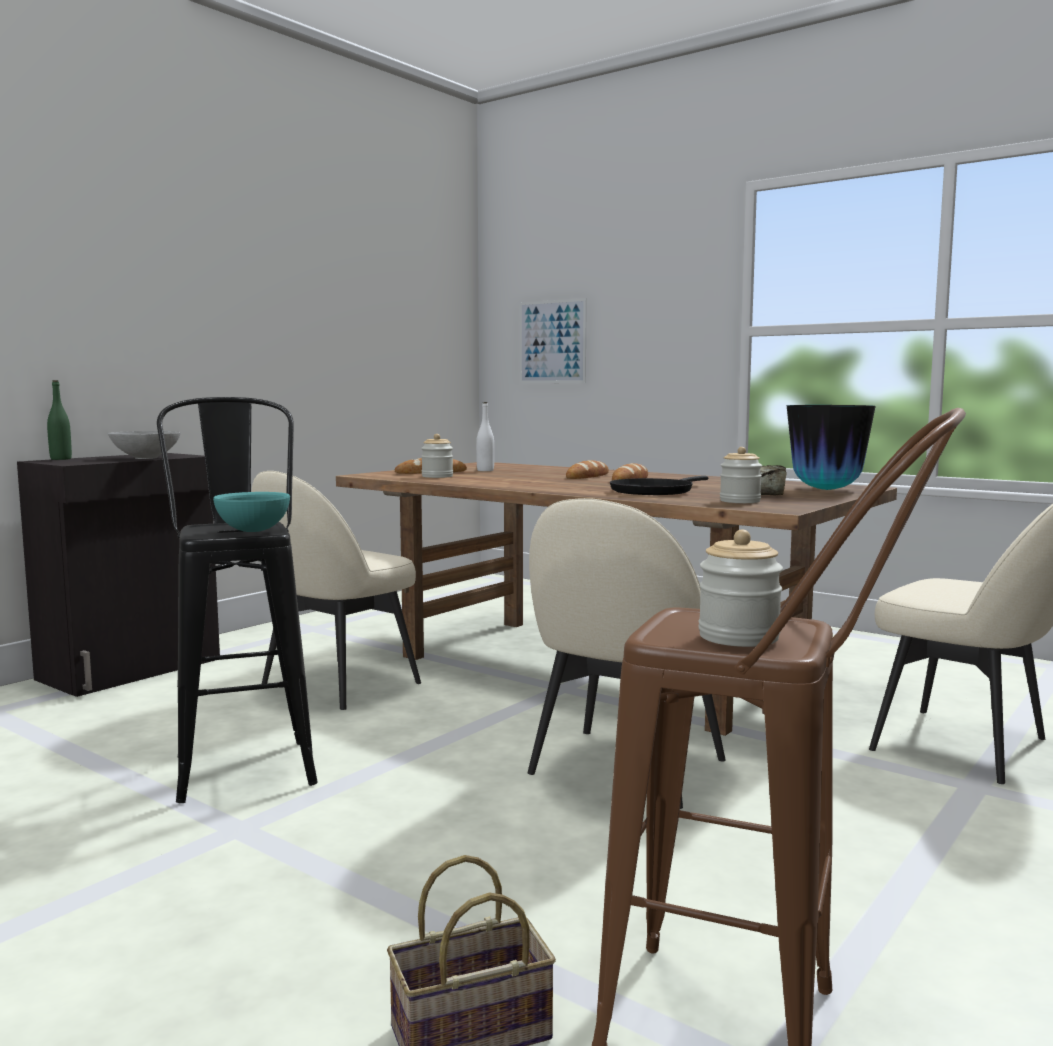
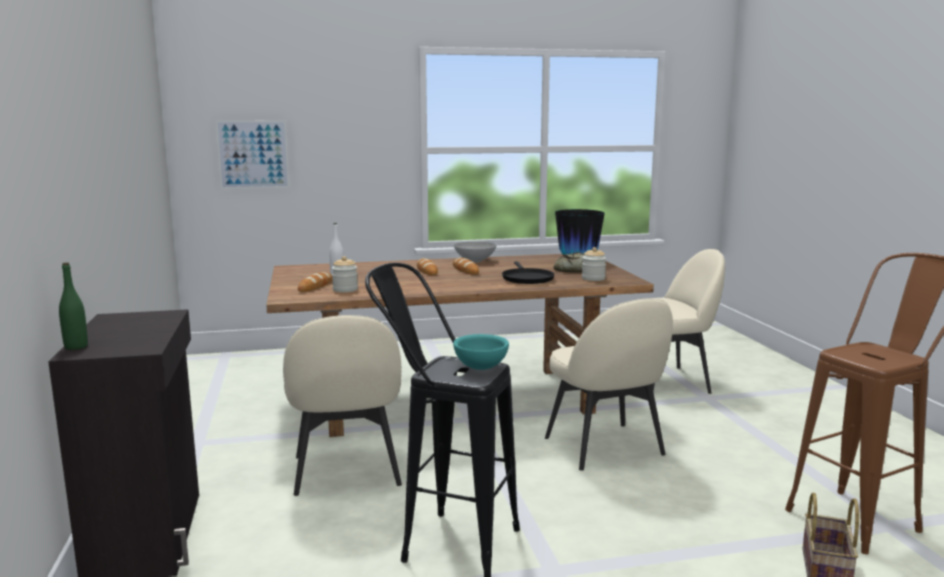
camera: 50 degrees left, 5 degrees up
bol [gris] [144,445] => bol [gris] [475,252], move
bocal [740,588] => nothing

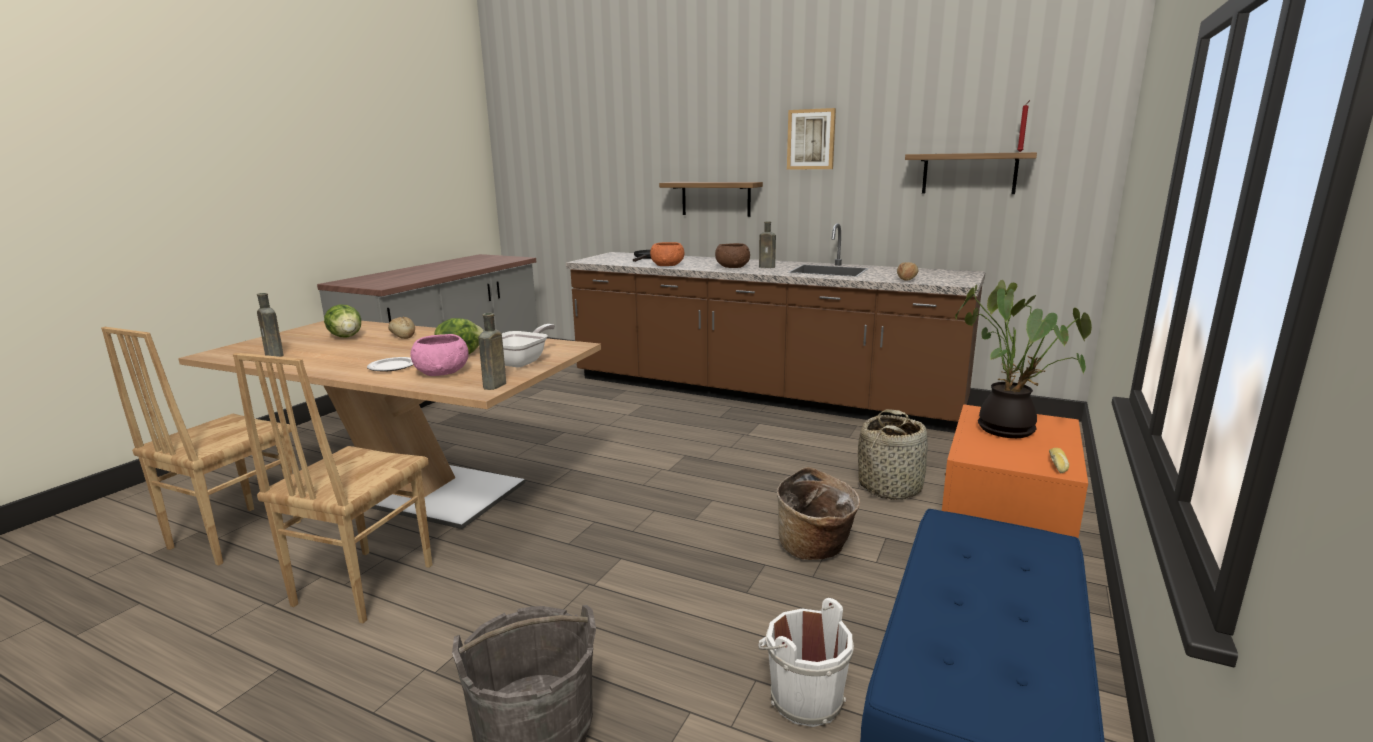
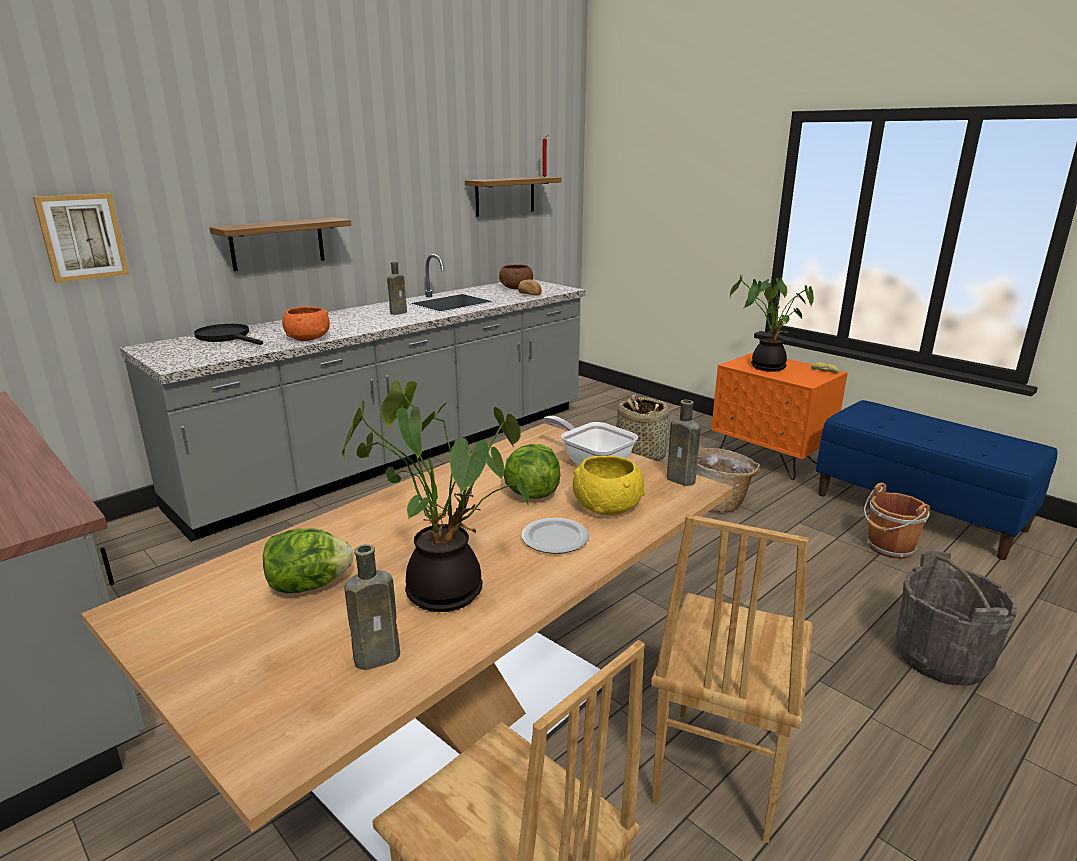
camera: 70 degrees left, 5 degrees up
tableau [811,139] => tableau [81,238], move
comptoir de cuisine [marron] [776,328] => comptoir de cuisine [gris] [352,398]
bol [marron] [732,255] => bol [marron] [516,276], move
pain [401,328] => nothing
bol [rose] [439,355] => bol [jaune] [609,486]
chaise [marron] [332,488] => chaise [marron] [732,678], 75 degrees clockwise
seau [blanc] [806,662] => seau [marron] [897,521]
nothing => plante en pot [435,496]

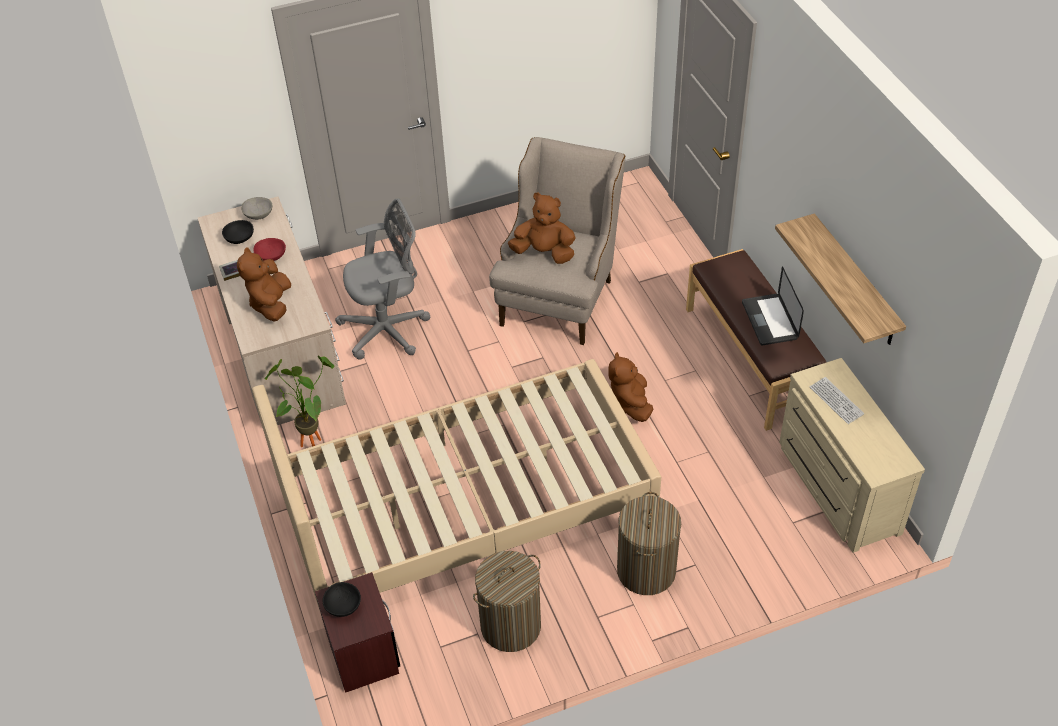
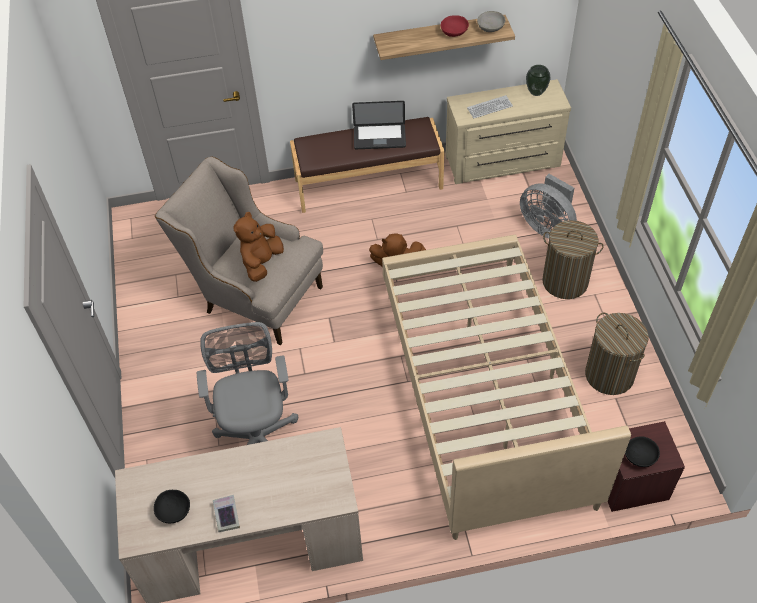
camera: 80 degrees left, 5 degrees up
bol [gris] [256,208] => bol [gris] [491,21], move
bol [rouge] [269,249] => bol [rouge] [455,26], move
peluche [marron] [264,284] => nothing
plante en pot [299,401] => nothing
nothing => vase [538,80]
nothing => ventilateur [gris] [548,206]

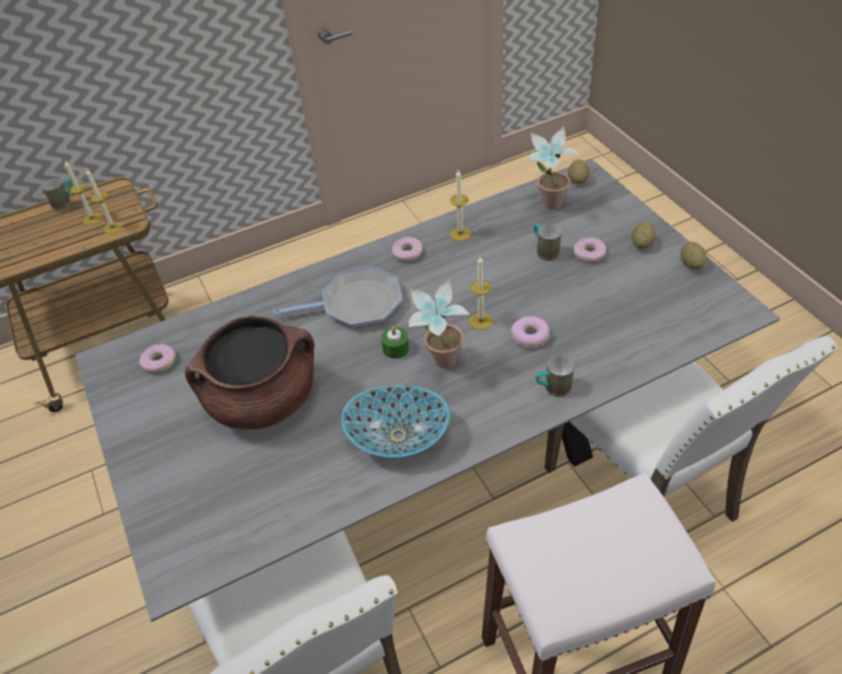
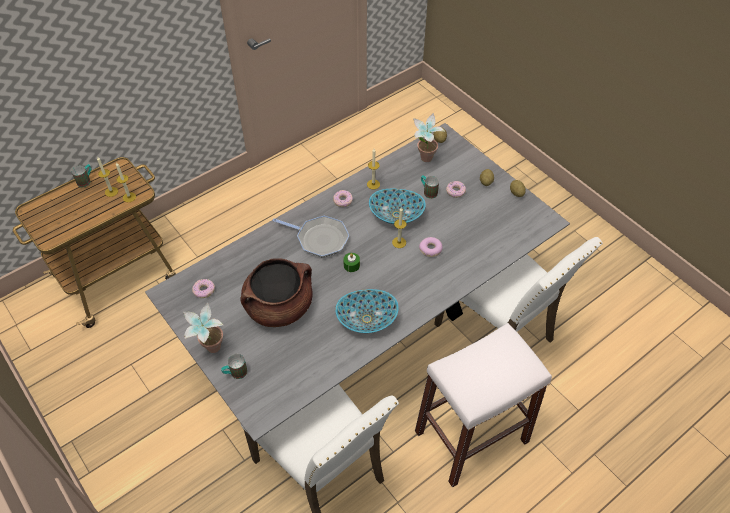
camera: 15 degrees left, 5 degrees up
poêle [338,297] => poêle [311,237], 45 degrees clockwise
plante en pot [439,323] => plante en pot [203,327], move
mug [554,376] => mug [234,366], move
nothing => bol [397,206]

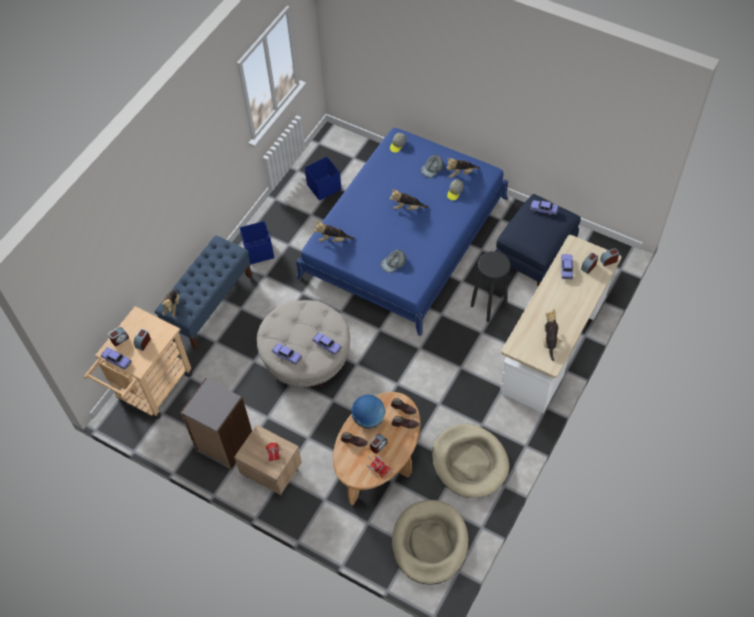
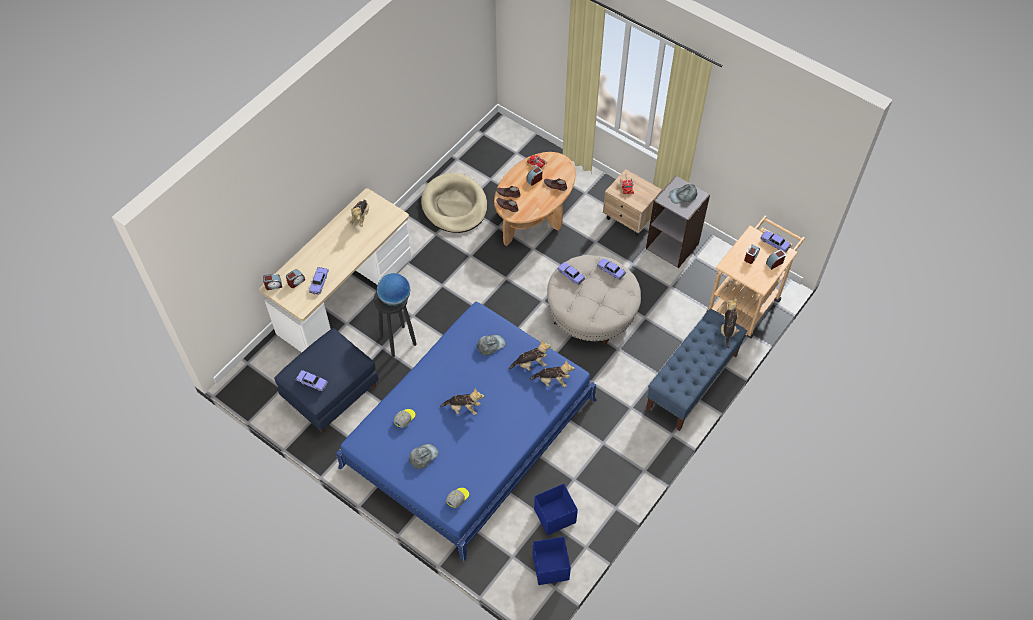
camera: 175 degrees left, 0 degrees up
peluche [463,168] => peluche [530,355], move
boîte de rangement [bleu] [257,243] => boîte de rangement [bleu] [552,561], move
globe [368,412] => globe [393,290], move
panier pour chien [beige] [430,542] => nothing
nothing => casquette [gris] [683,194]

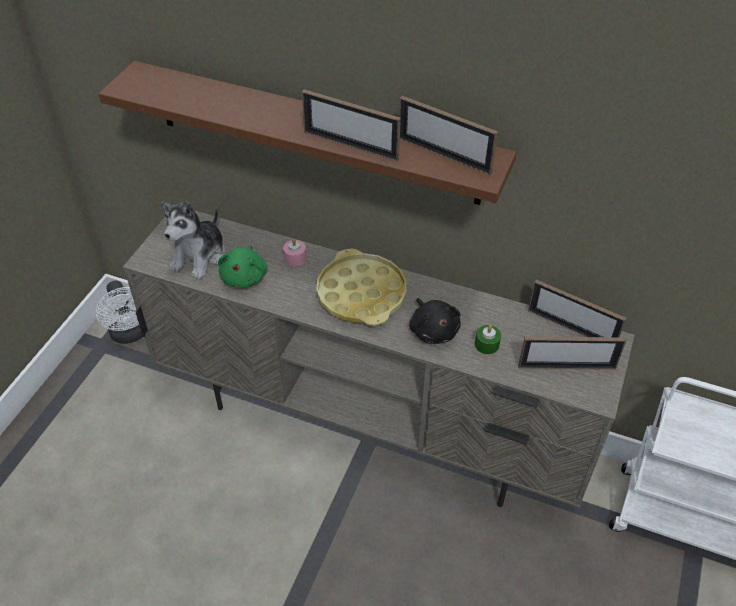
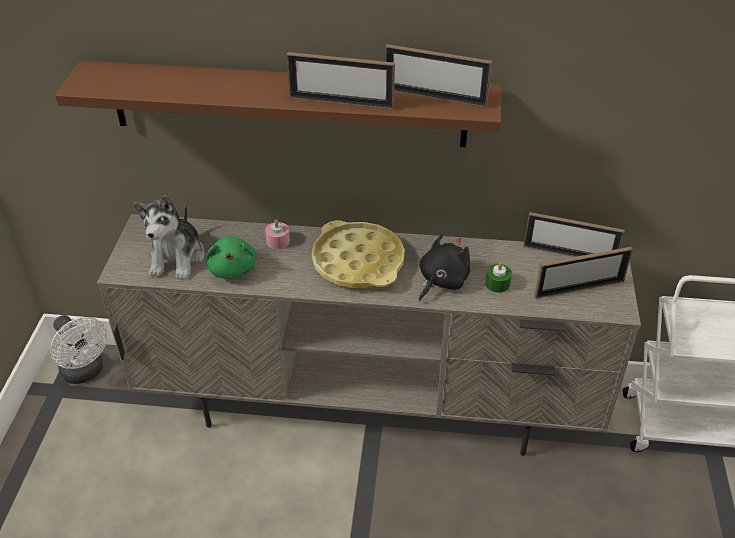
camera: 15 degrees left, 5 degrees down
peluche [noir] [435,321] => peluche [noir] [445,267], 105 degrees counterclockwise

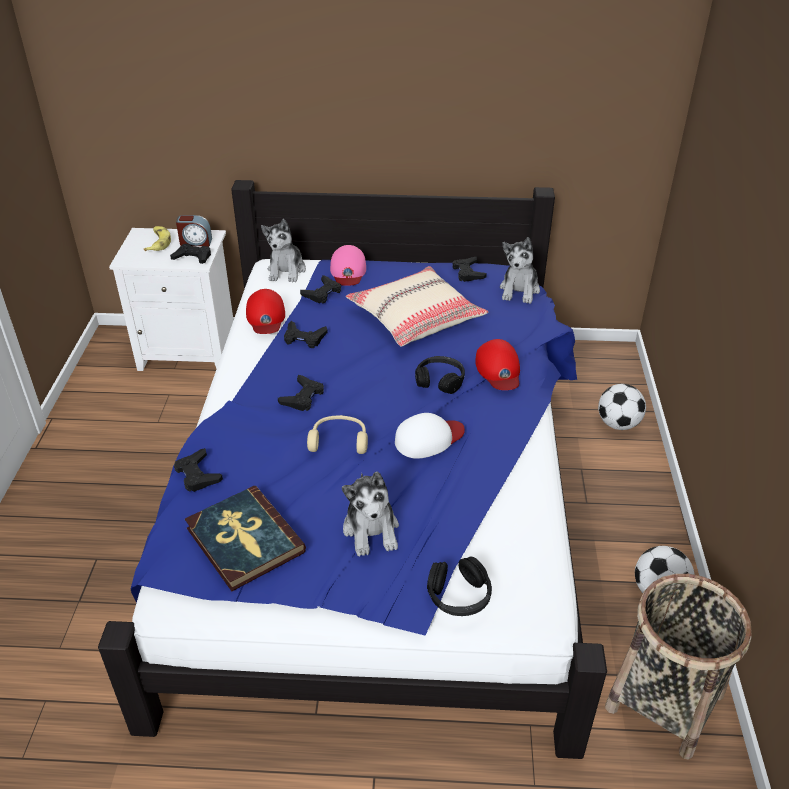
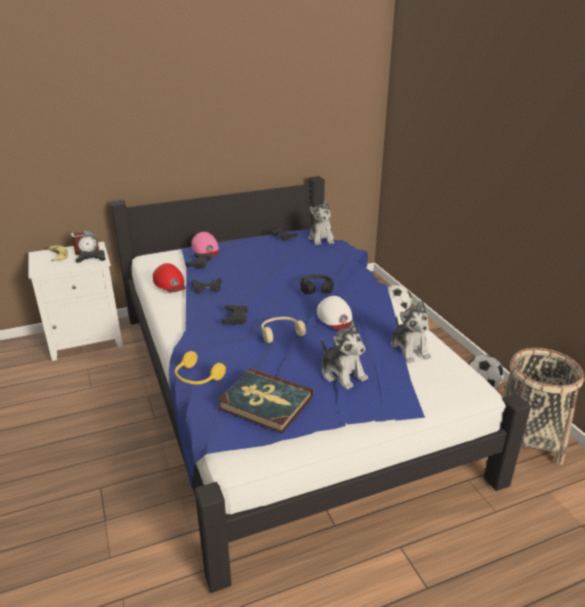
camera: 25 degrees left, 10 degrees down
peluche [283,250] => peluche [411,332], move
coussin [beige] [417,306] => nothing
casquette [rouge] [497,364] => nothing
casquette [blanc] [430,436] => casquette [blanc] [334,313], 120 degrees clockwise
manette [noir] [198,470] => casque audio [jaune] [200,368]
casque audio [noir] [459,586] => nothing

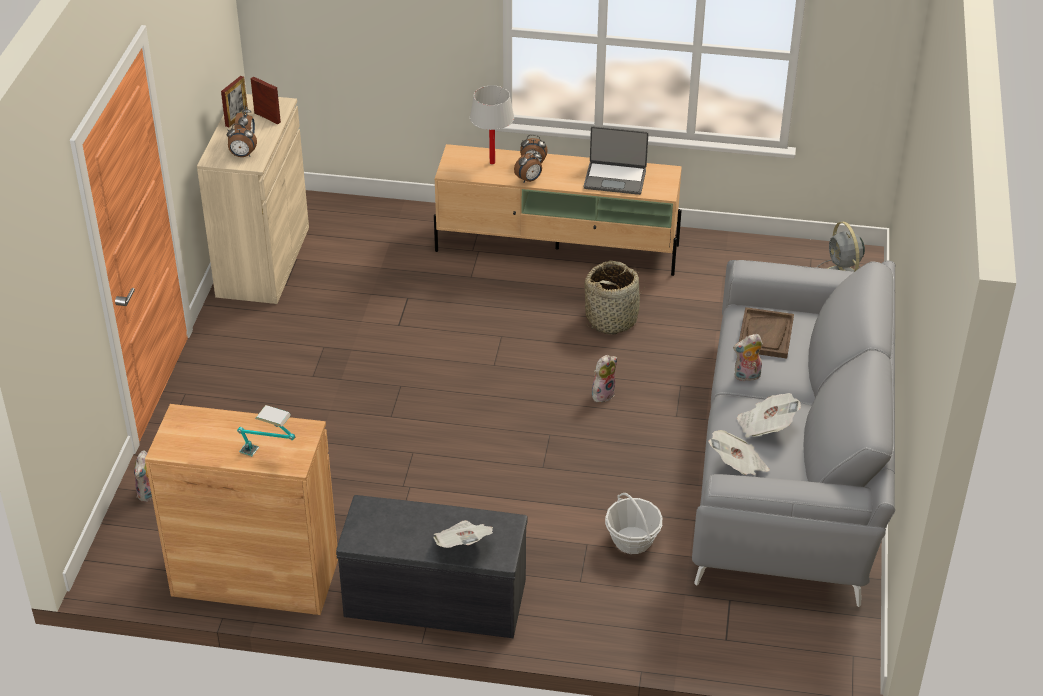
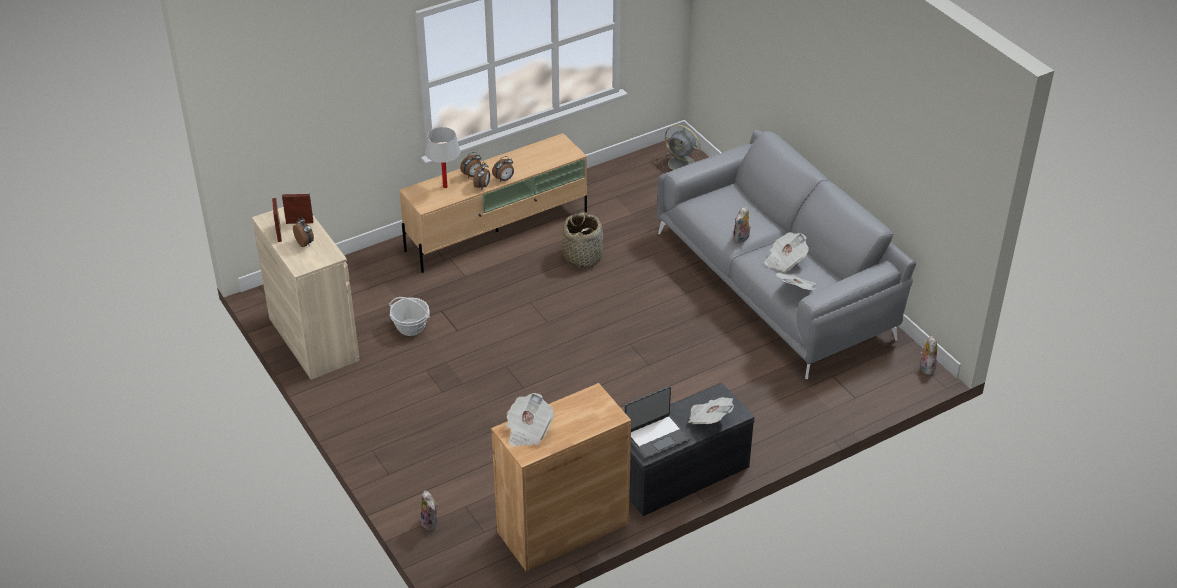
camera: 40 degrees left, 0 degrees up
réveil [242,140] => réveil [503,168], move
ordinateur portable [616,160] => ordinateur portable [657,423], move
plateau [marron] [766,332] => nothing
peluche [604,378] => peluche [928,355], move
lampe de table [266,431] => nothing
panier [634,523] => panier [409,316], move
nothing => journal [530,419]

